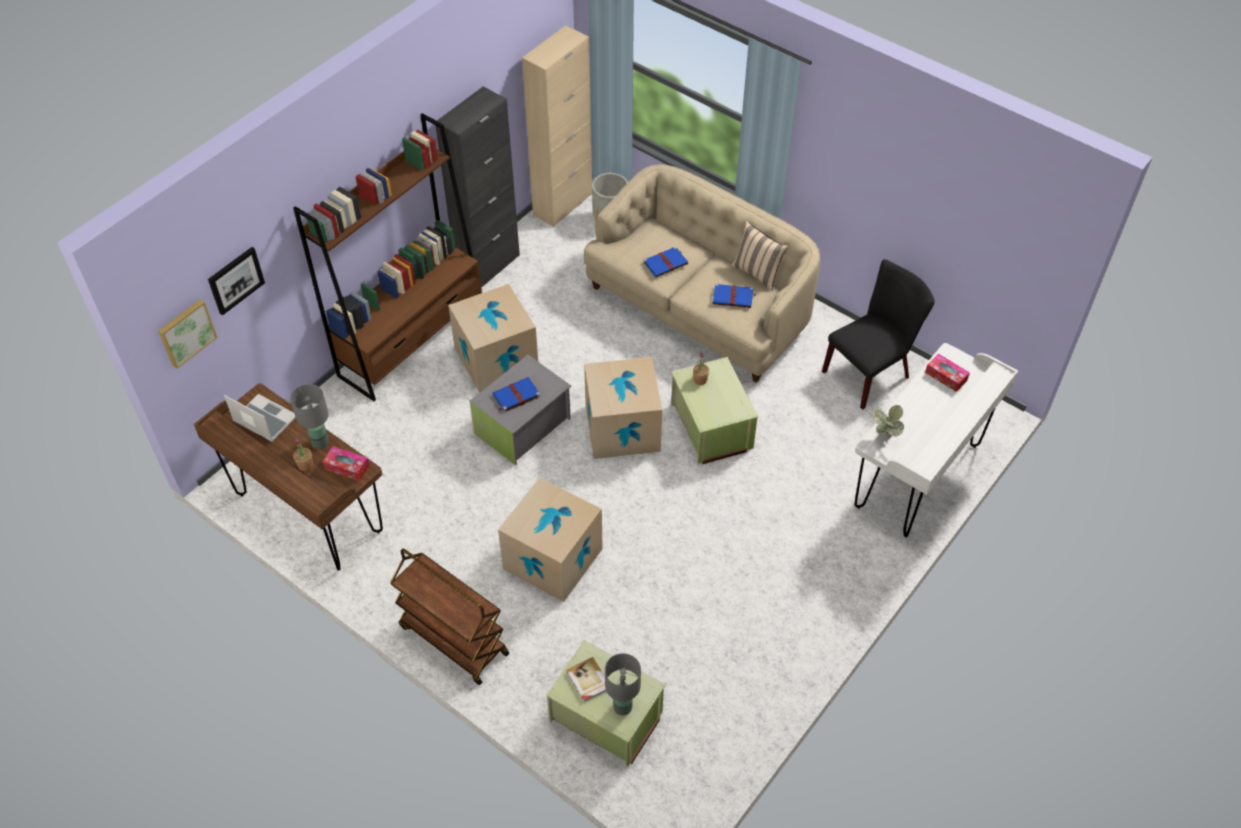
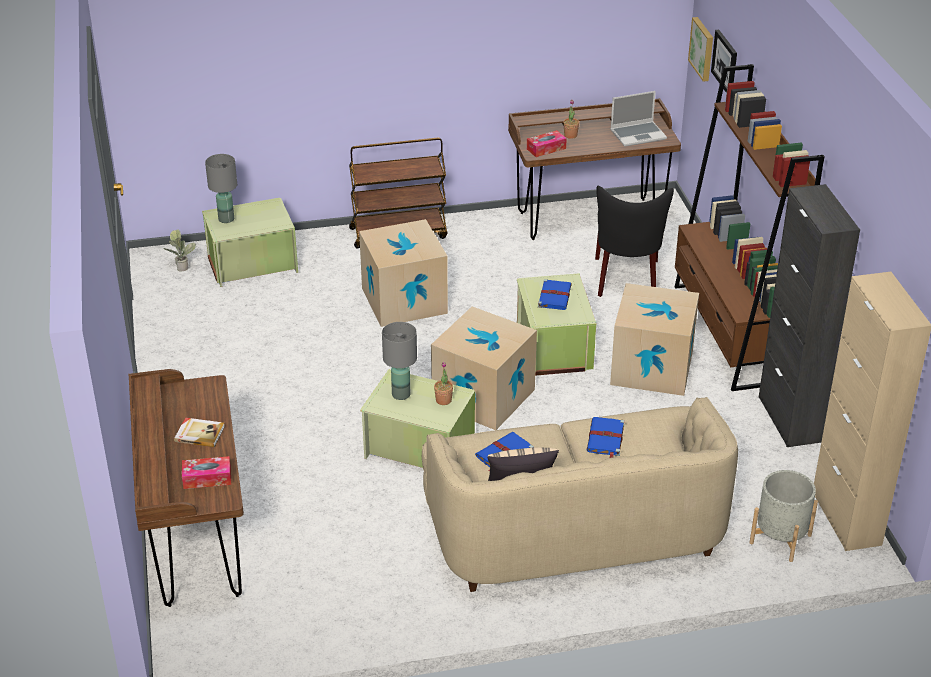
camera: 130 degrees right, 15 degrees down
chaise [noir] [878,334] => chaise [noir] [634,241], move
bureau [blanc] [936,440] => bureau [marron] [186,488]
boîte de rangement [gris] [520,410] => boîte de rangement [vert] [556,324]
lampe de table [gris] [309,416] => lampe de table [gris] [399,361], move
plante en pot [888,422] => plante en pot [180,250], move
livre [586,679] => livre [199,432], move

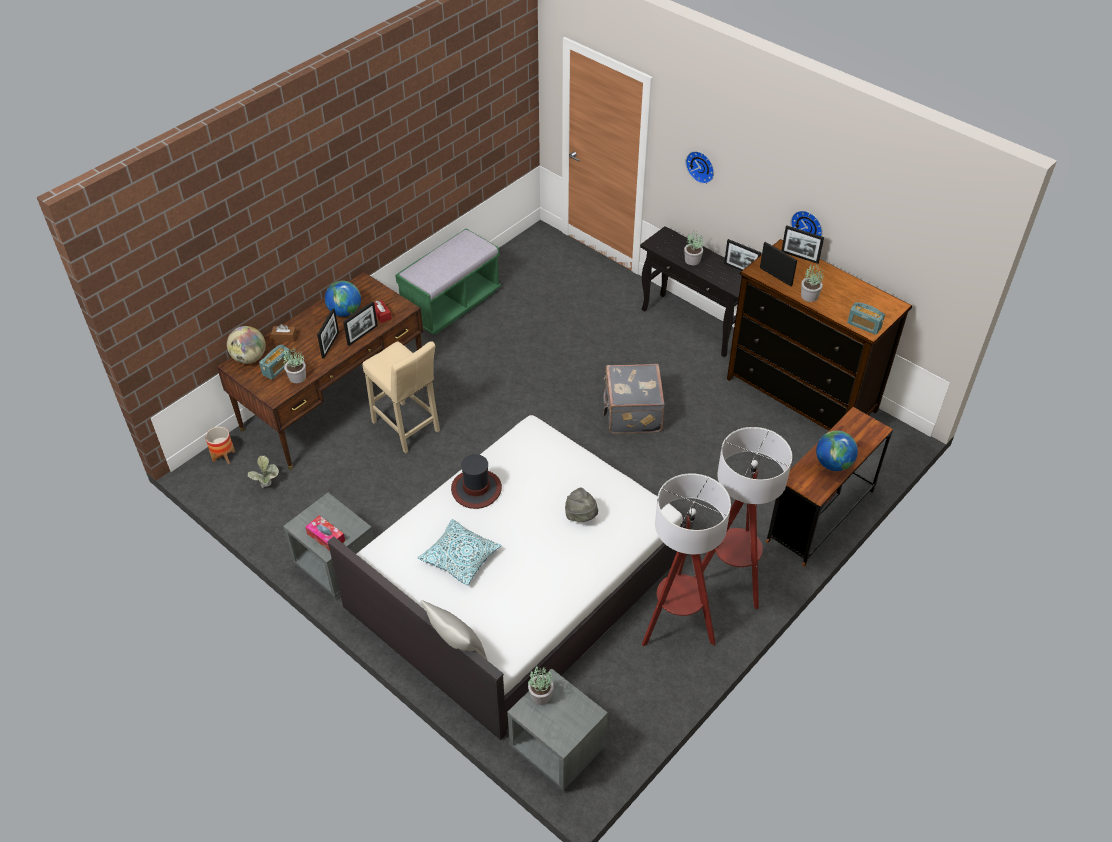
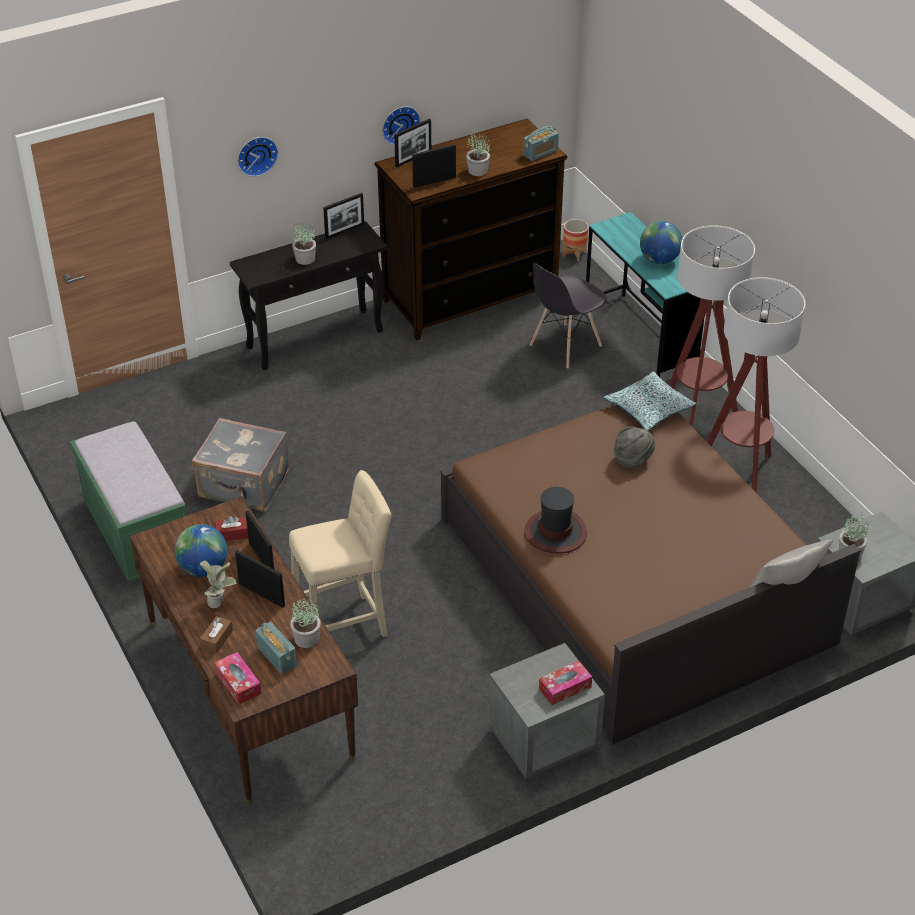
camera: 70 degrees left, 5 degrees down
globe [246,345] => boîte à mouchoirs [238,678]
valise [gris] [634,399] => valise [gris] [240,464], move
bureau [marron] [829,486] => bureau [turquoise] [645,294]
lit [blanc] [510,577] => lit [marron] [650,574]
cache-pot [220,445] => cache-pot [575,240], move
plante en pot [263,472] => plante en pot [218,584], move
coussin [459,552] => coussin [650,401], move
nothing => chaise [gris] [568,315]

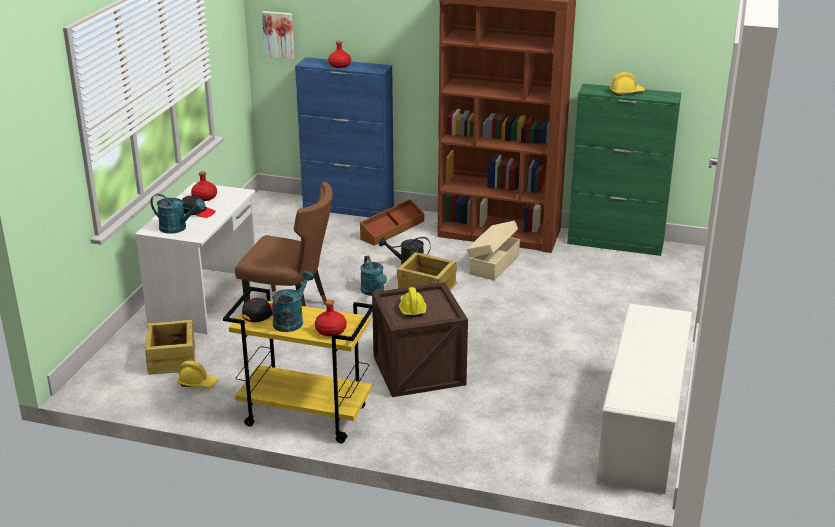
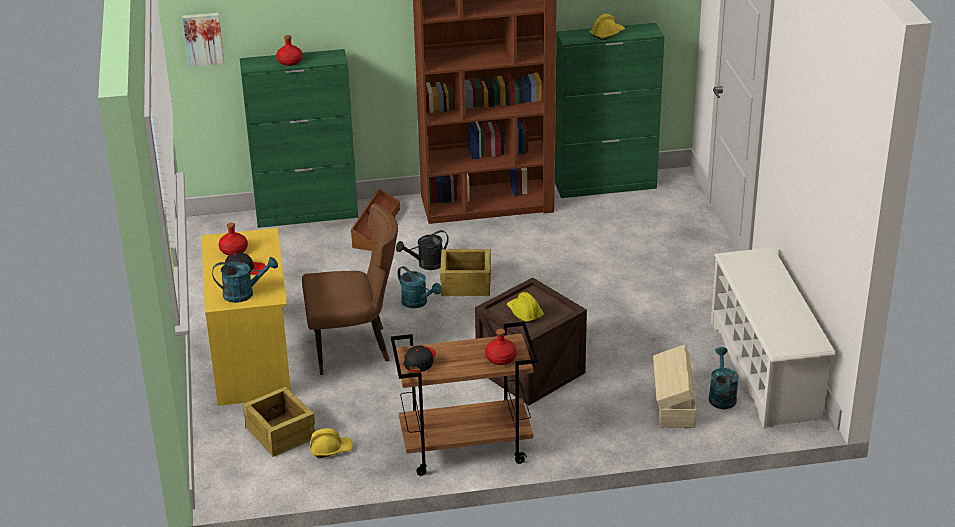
camera: 25 degrees left, 5 degrees up
meuble de rangement [bleu] [344,137] => meuble de rangement [vert] [299,138]
bureau [blanc] [195,258] => bureau [jaune] [246,317]
boîte de rangement [beige] [493,250] => boîte de rangement [beige] [675,386], move
arrosoir [turquoise] [293,301] => arrosoir [turquoise] [724,378], move
chariot [jaune] [299,365] => chariot [marron] [464,399]

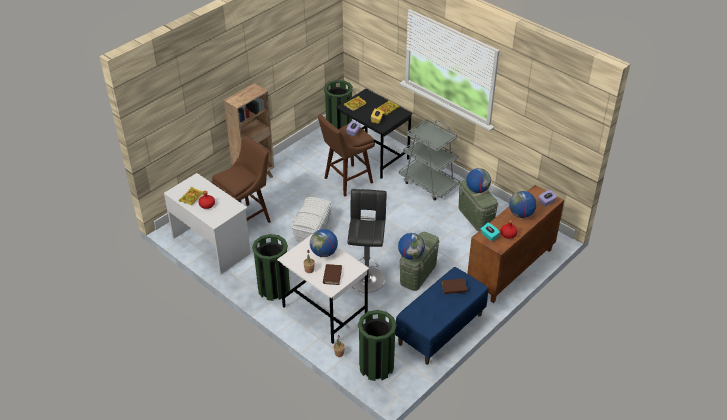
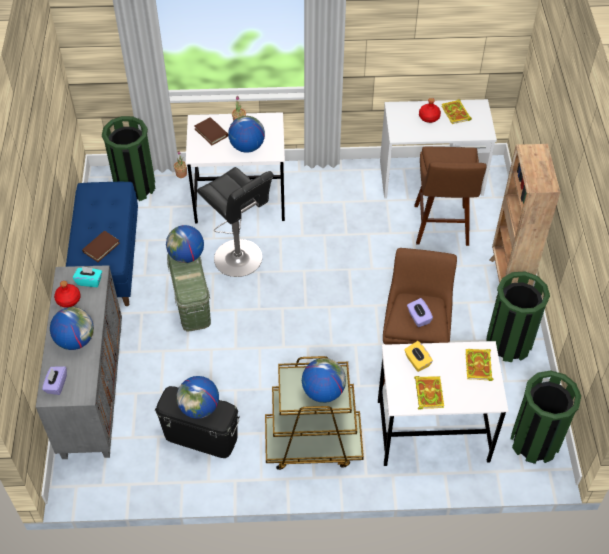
camera: 135 degrees right, 10 degrees up
bureau [noir] [374,134] => bureau [blanc] [443,403]
chariot [gris] [429,159] => chariot [marron] [314,413]
boîte de rangement [vert] [478,205] => boîte de rangement [noir] [197,422]
meuble de rangement [marron] [515,244] => meuble de rangement [gris] [79,362]
boîte de rangement [blanc] [311,220] => nothing
poubelle [vert] [271,267] => poubelle [vert] [518,317], move
nothing => globe [324,380]

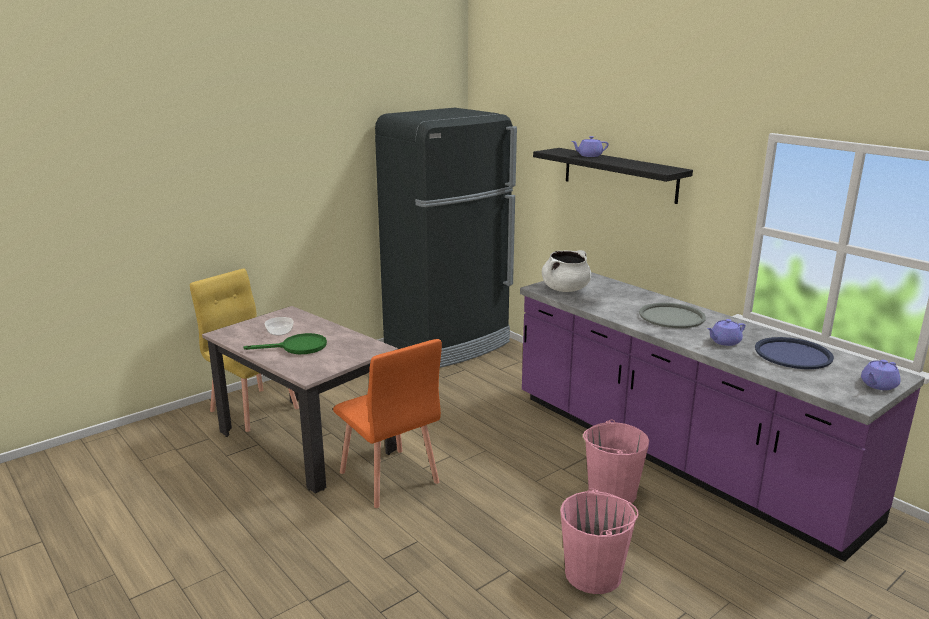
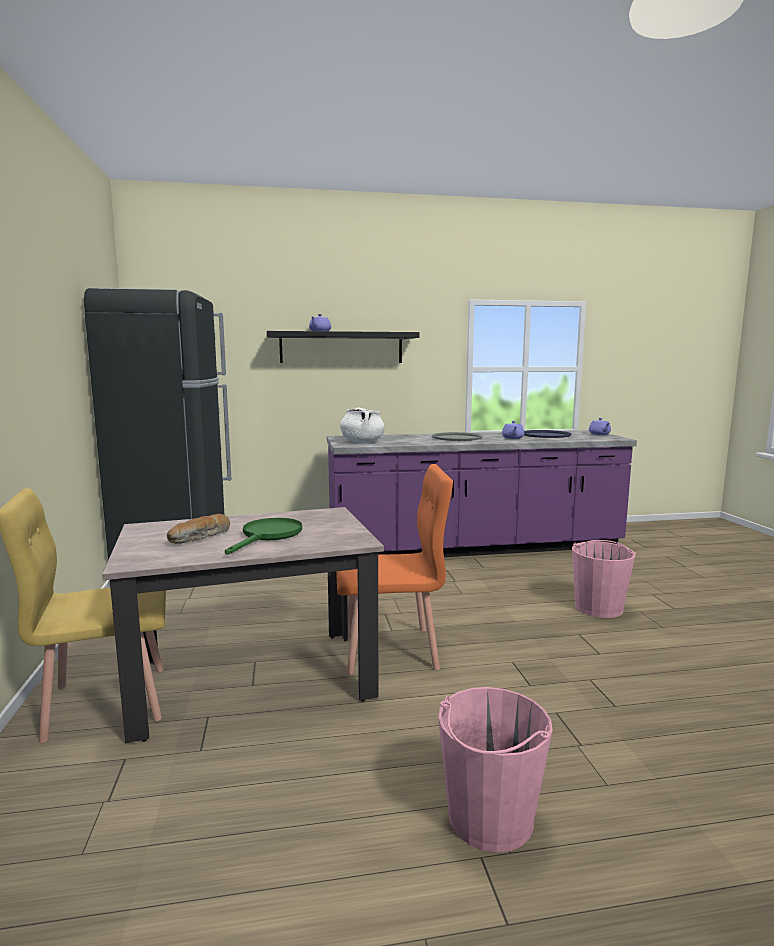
camera: 60 degrees left, 10 degrees down
bol [279,326] => pain [198,529]
seau [rose] [616,462] => seau [rose] [495,770], move

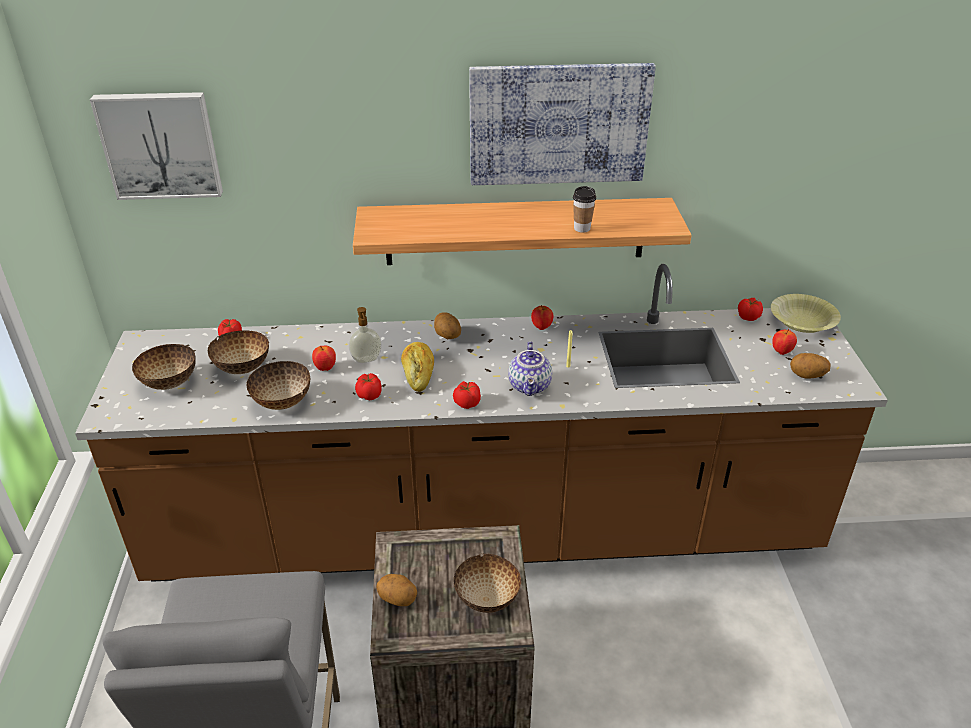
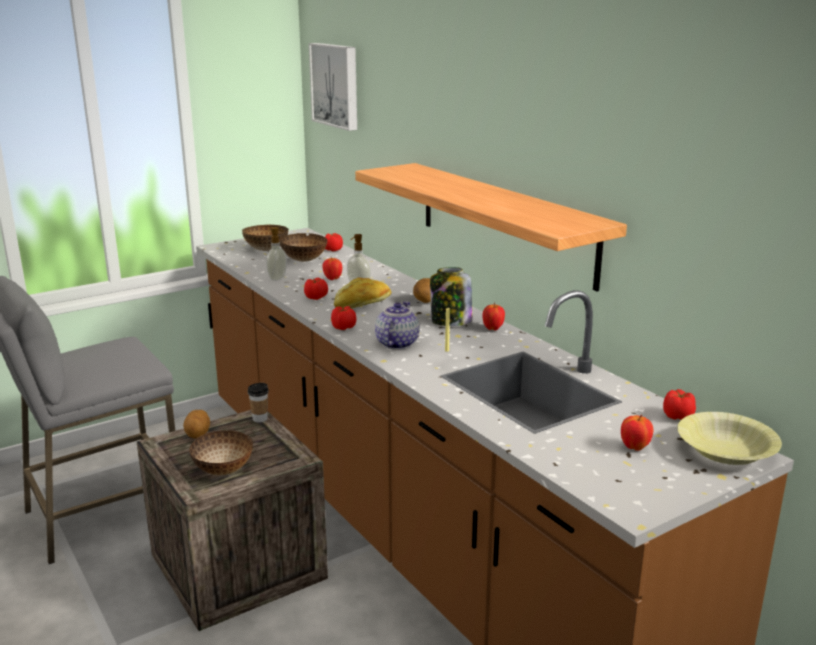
camera: 60 degrees right, 15 degrees down
tableau [562,124] => nothing
tasse [584,209] => tasse [258,402], move
théière [530,368] => théière [397,325], 135 degrees clockwise
pomme de terre [810,366] => nothing
bol [278,385] => distributeur de savon [276,254]
nothing => bocal [451,296]

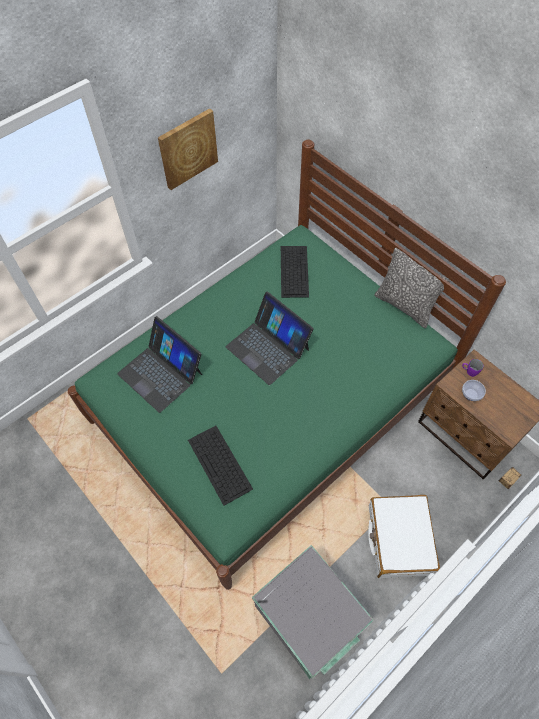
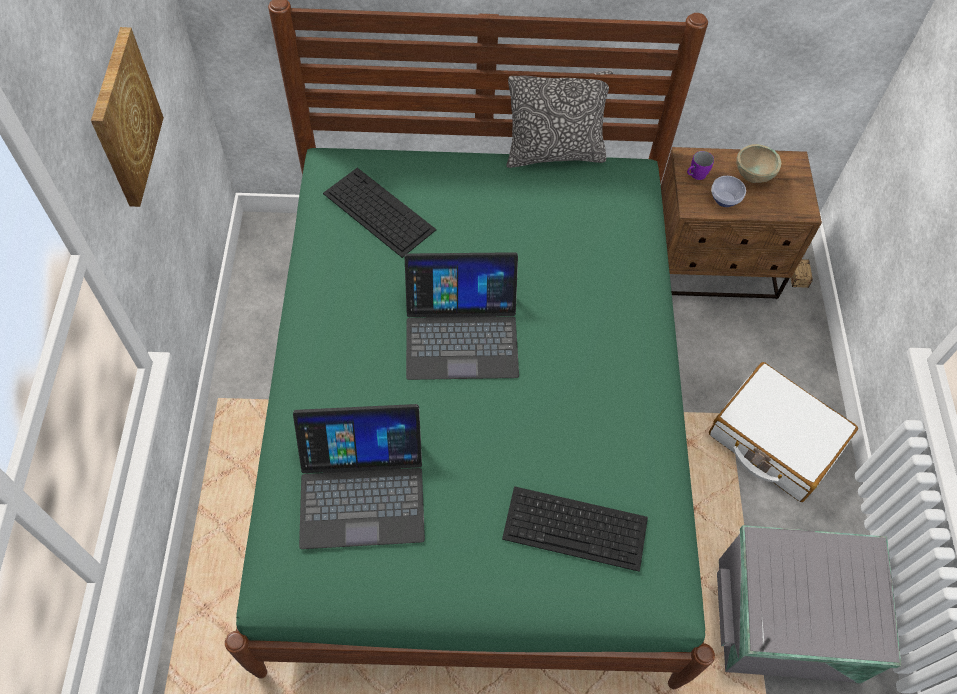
camera: 50 degrees left, 0 degrees up
nothing => bol [beige] [758,163]

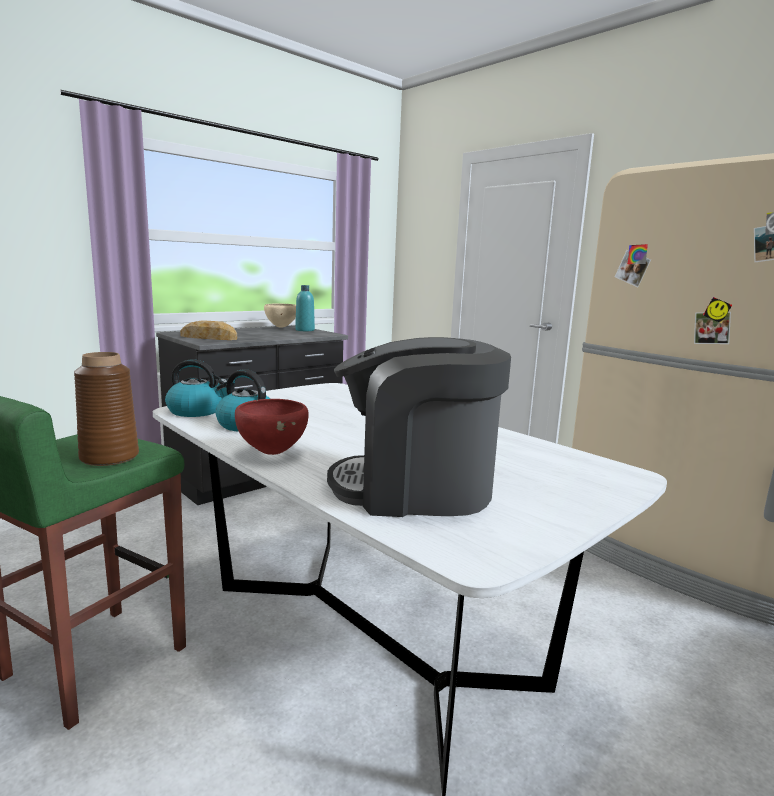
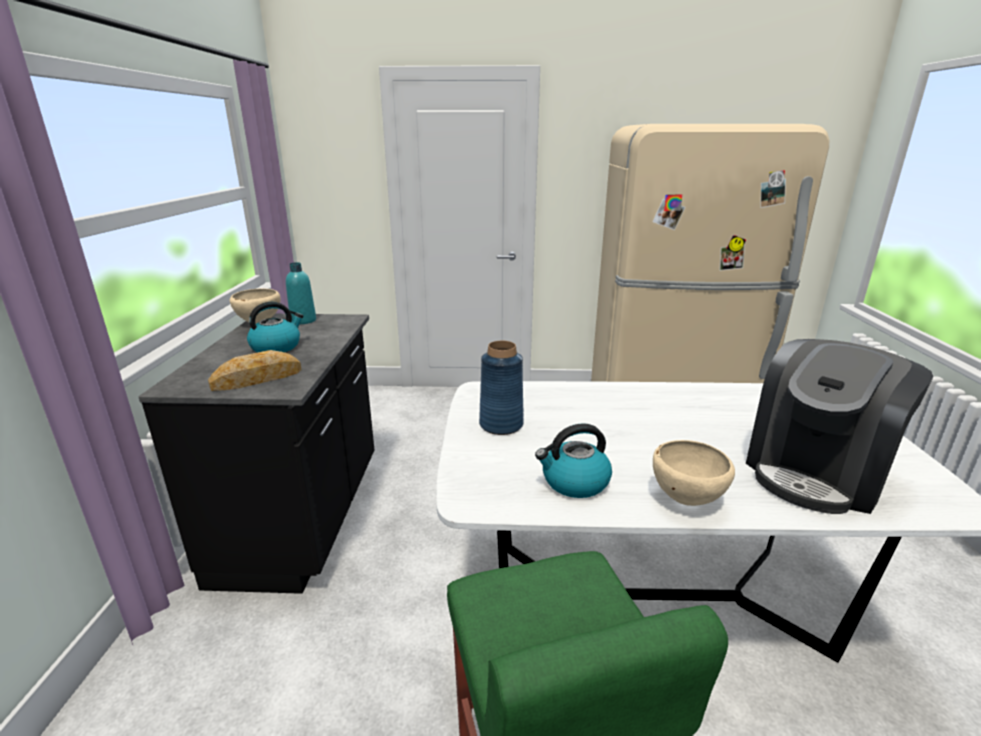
camera: 45 degrees left, 10 degrees up
vase [marron] [106,409] => nothing
bouilloire [196,388] => bouilloire [275,327], move
bol [rouge] [271,427] => bol [beige] [694,473]
nothing => vase [bleu] [501,388]

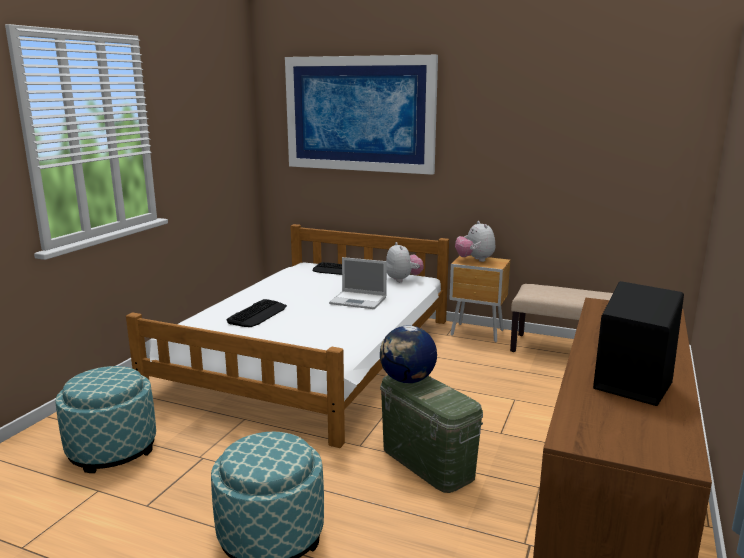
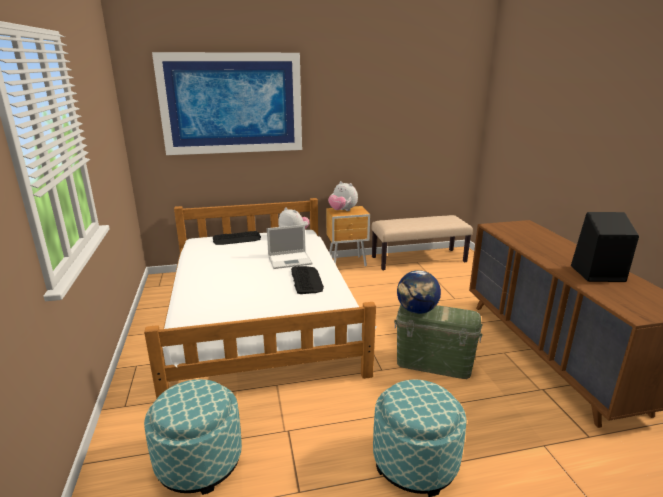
camera: 35 degrees left, 5 degrees up
clavier [257,313] => clavier [307,280], move

